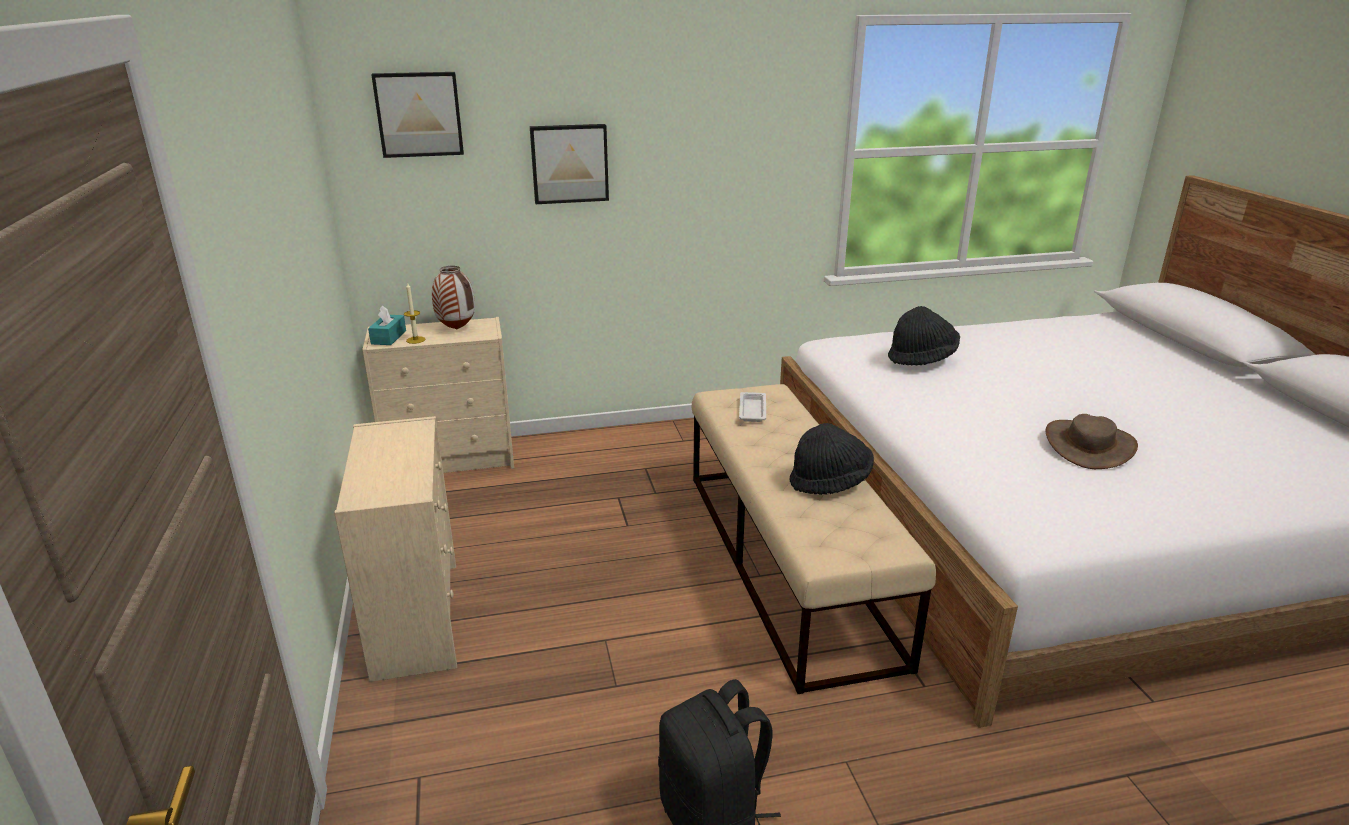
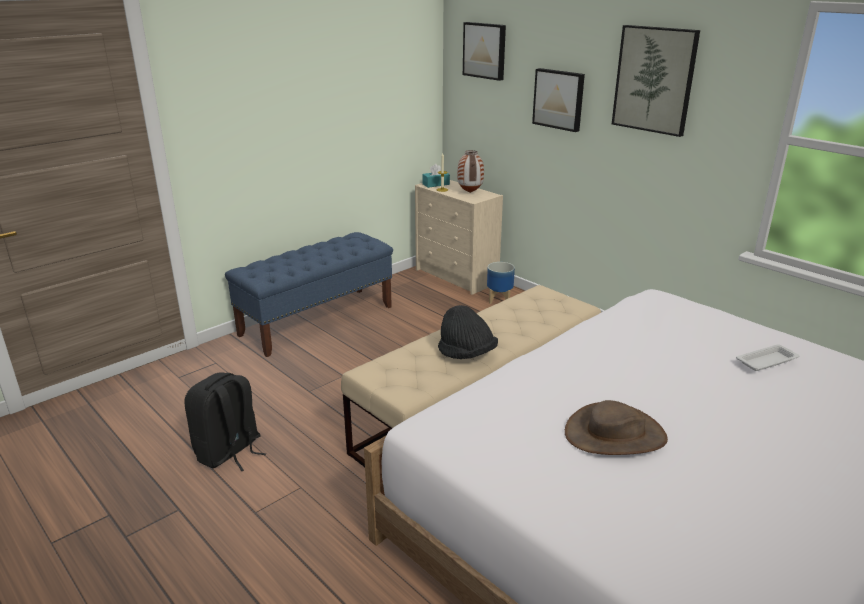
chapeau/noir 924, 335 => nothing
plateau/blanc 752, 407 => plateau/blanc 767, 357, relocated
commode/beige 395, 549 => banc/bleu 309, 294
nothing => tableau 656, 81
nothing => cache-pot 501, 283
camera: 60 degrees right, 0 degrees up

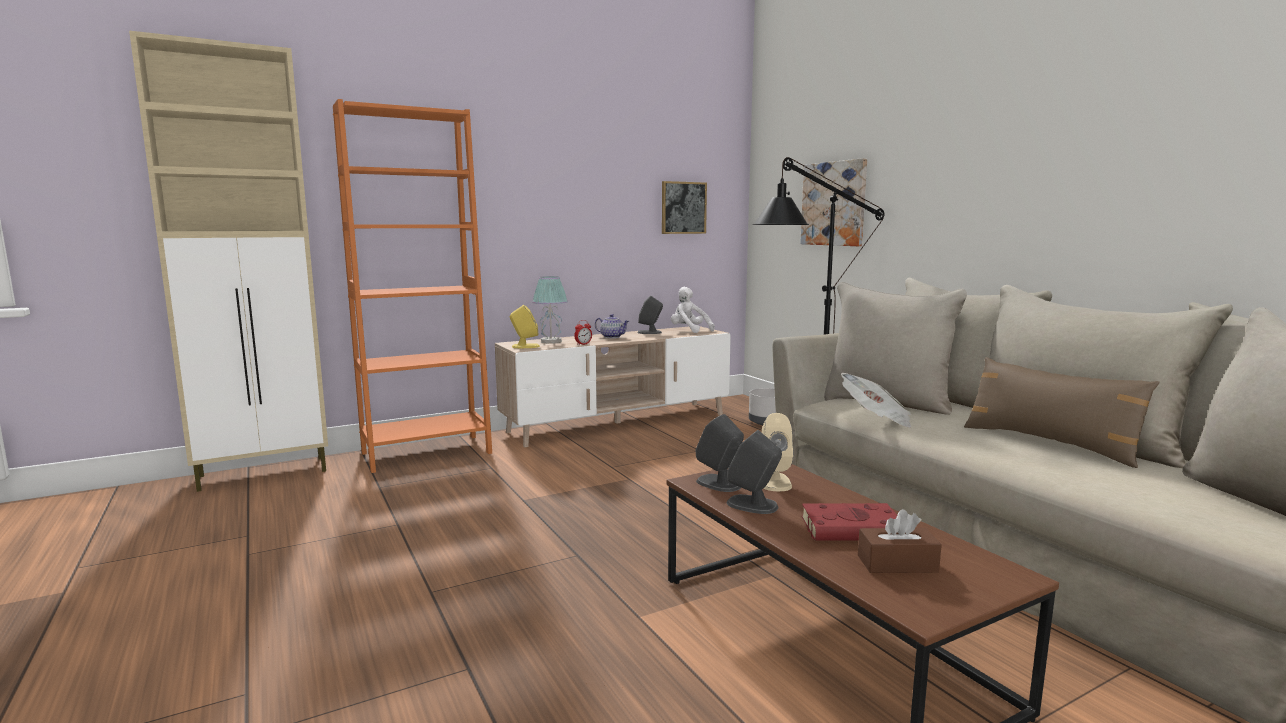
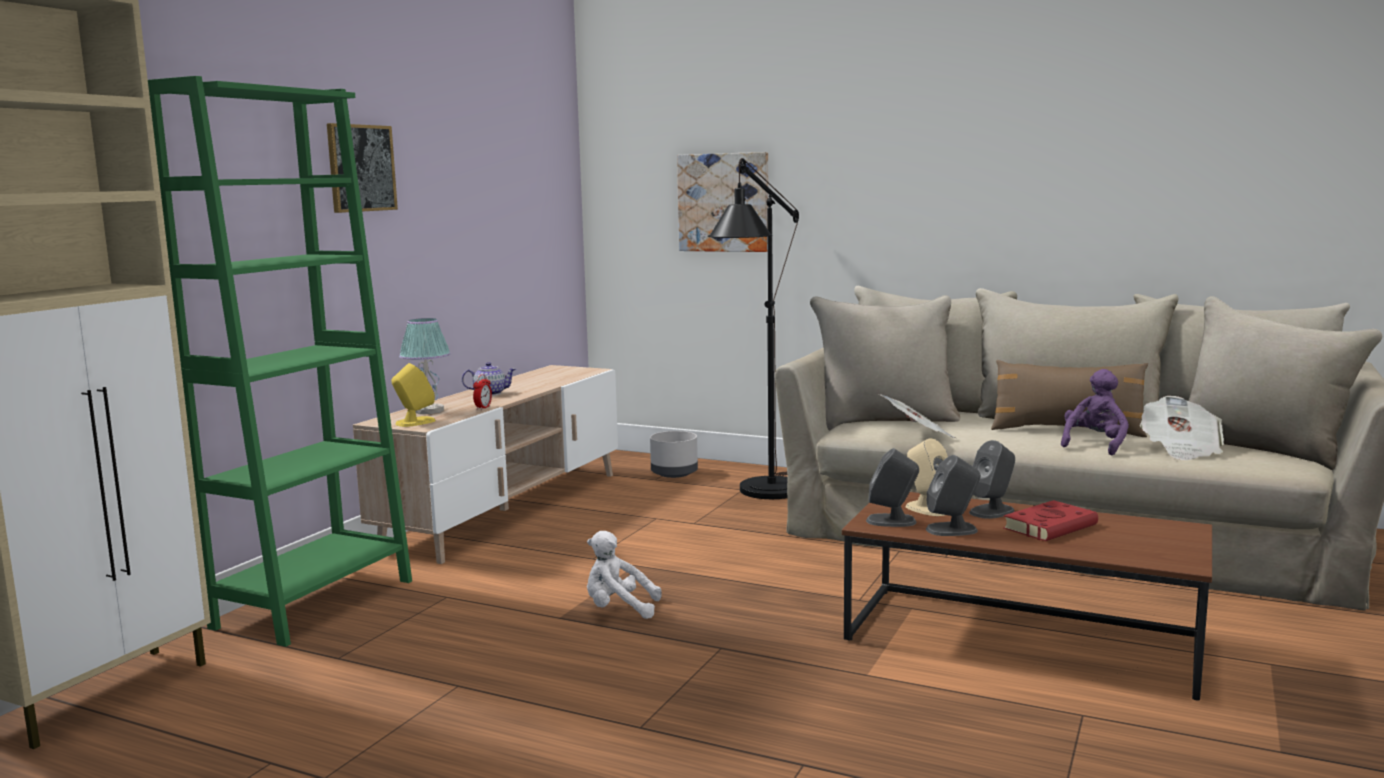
bibliothèque/orange 412, 286 => bibliothèque/vert 280, 361
tableau 684, 207 => tableau 362, 168, relocated
peluche/blanc 693, 310 => peluche/blanc 624, 575, relocated
enceinte/gris 650, 315 => enceinte/gris 992, 479, relocated
boîte à mouchoirs/marron 900, 541 => nothing
nothing => peluche/violet 1095, 412
nothing => journal 1182, 428
camera: 35 degrees left, 0 degrees up

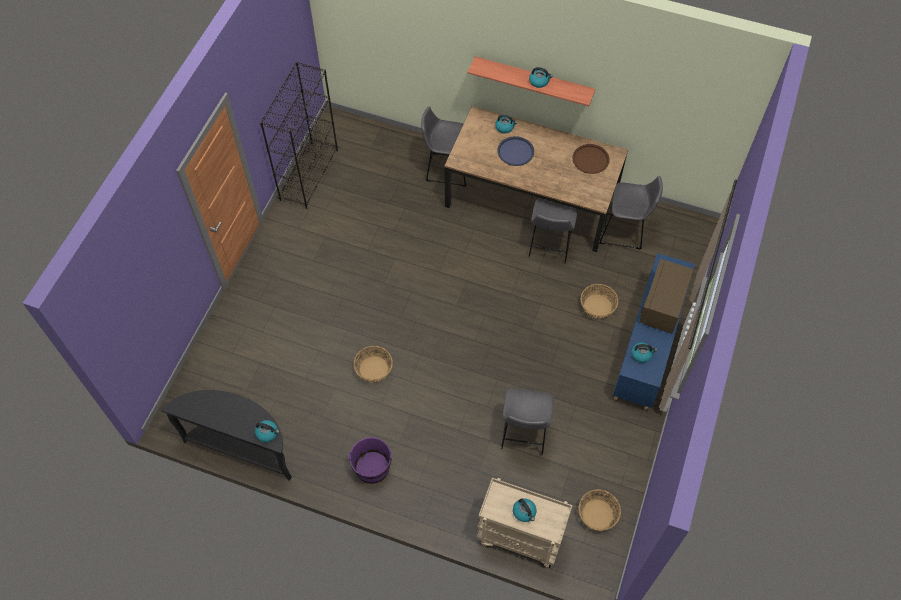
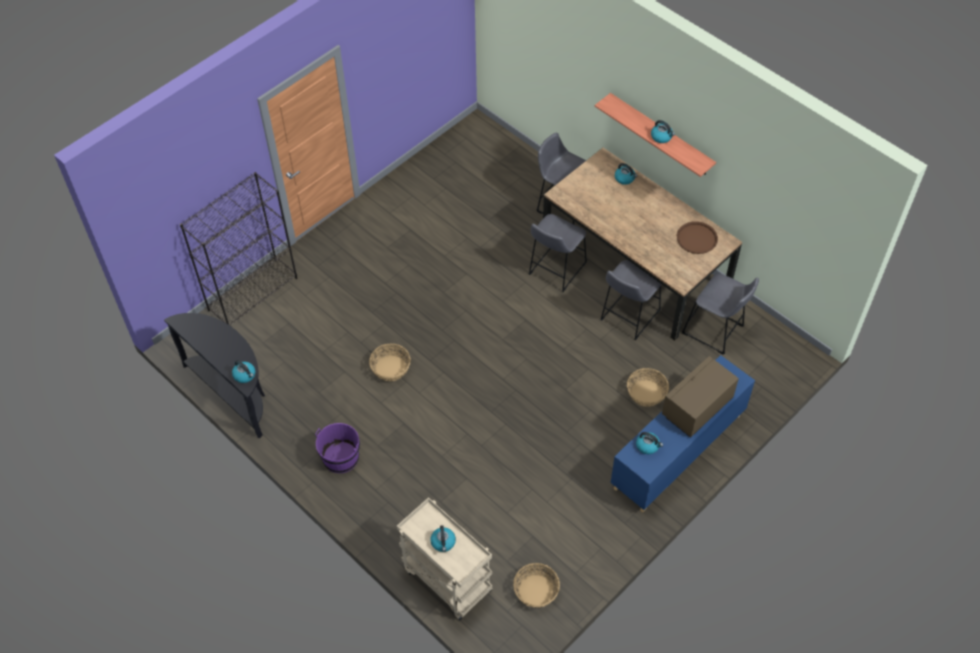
bibliothèque/noir 299, 135 => bibliothèque/noir 238, 248, relocated
plateau/bleu 515, 151 => nothing
tabouret/gris 527, 421 => tabouret/gris 558, 253, relocated
camera: 25 degrees right, 5 degrees down

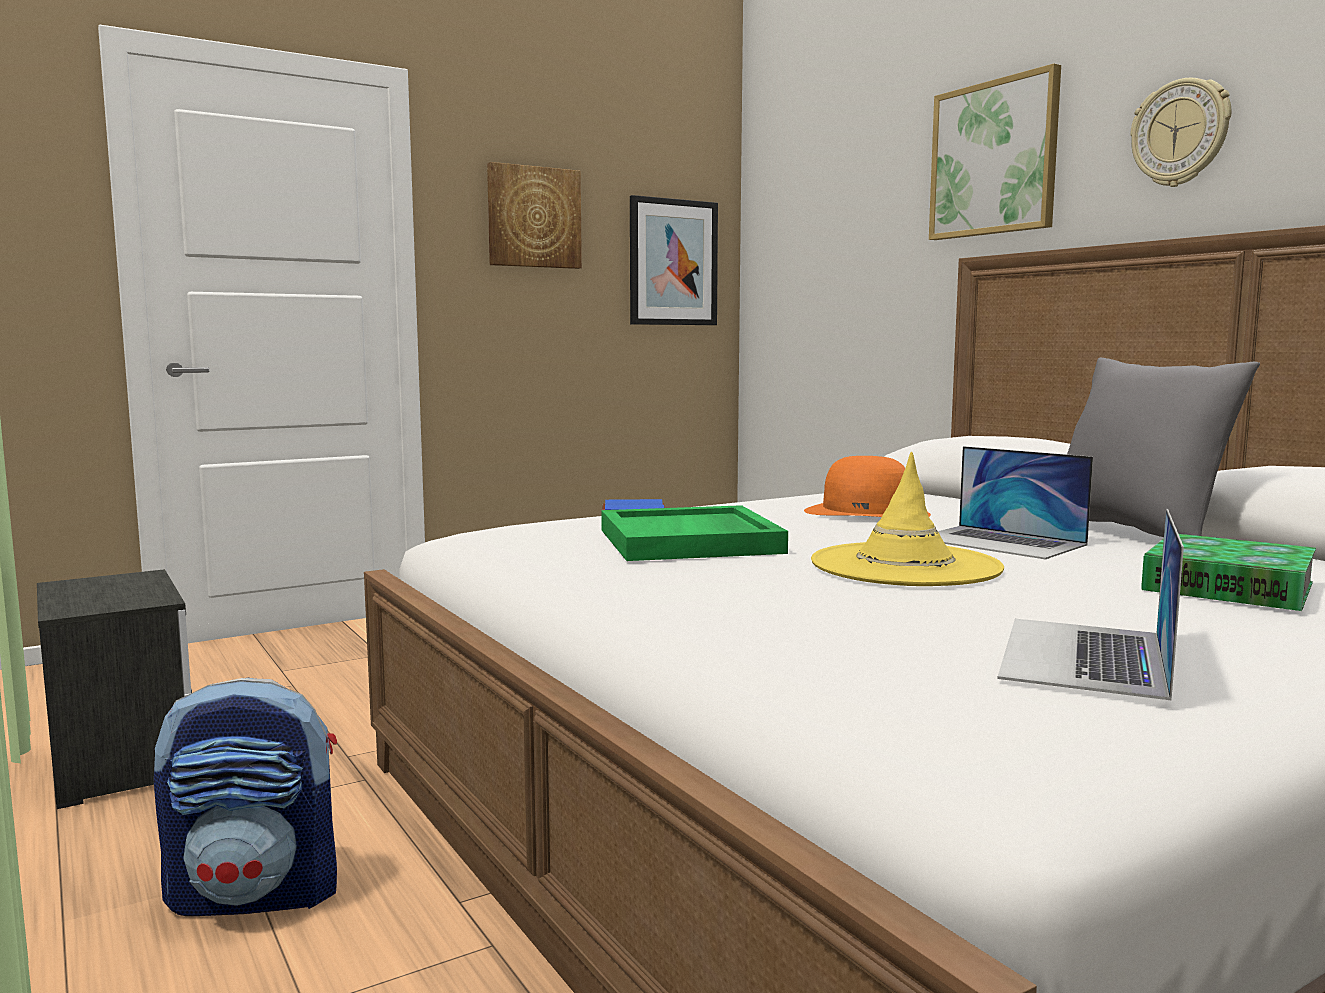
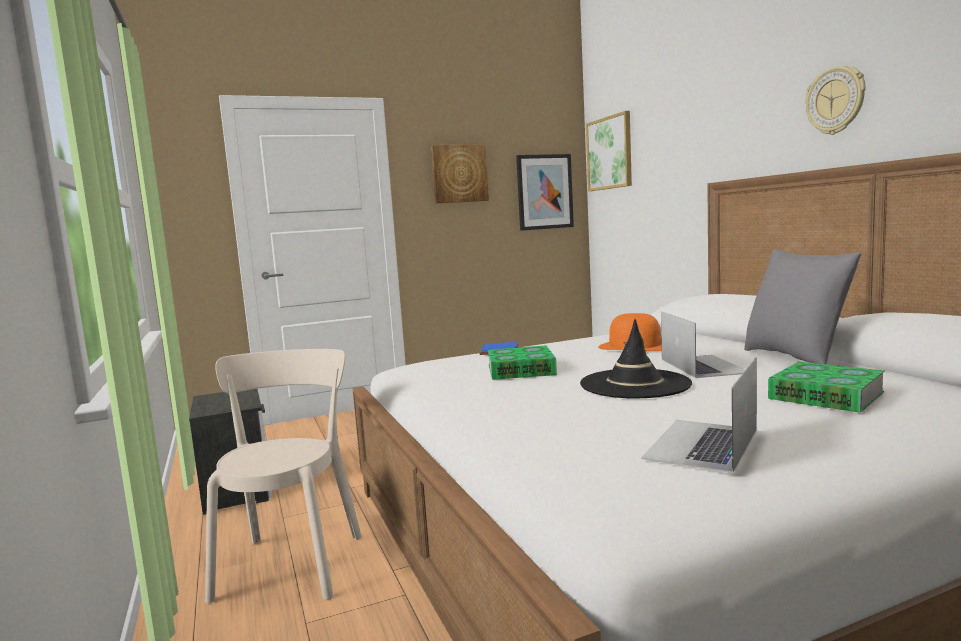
tableau 995, 151 => tableau 609, 151, relocated
ordinateur portable 1015, 502 => ordinateur portable 703, 344, 150 degrees counterclockwise
chapeau/jaune 907, 519 => chapeau/noir 636, 359
plateau/vert 694, 533 => livre 522, 363
sac à dos 245, 797 => chaise/beige 283, 476
camera: 10 degrees right, 0 degrees up

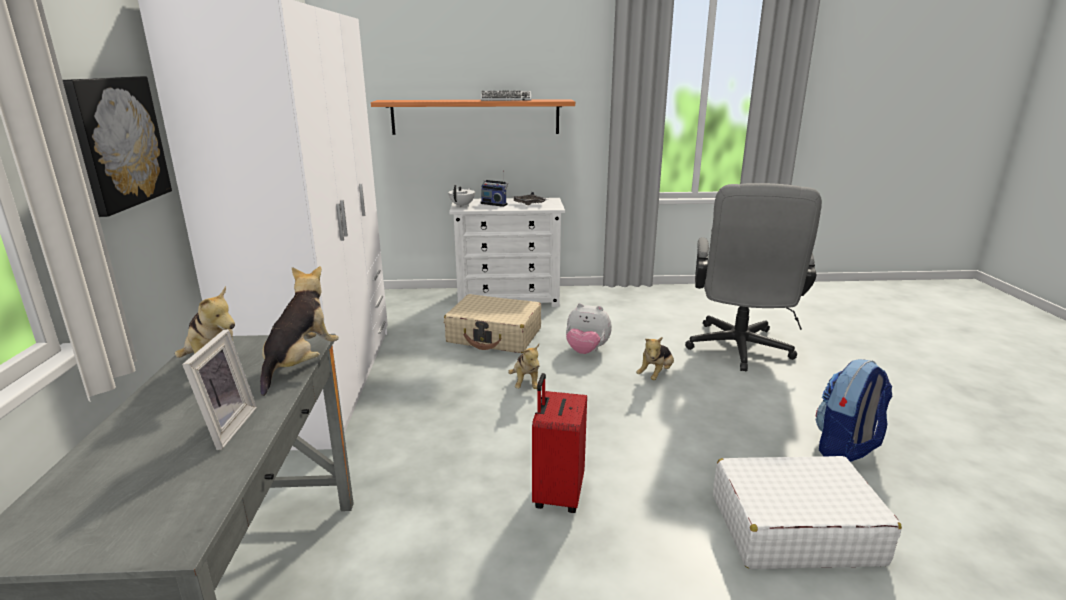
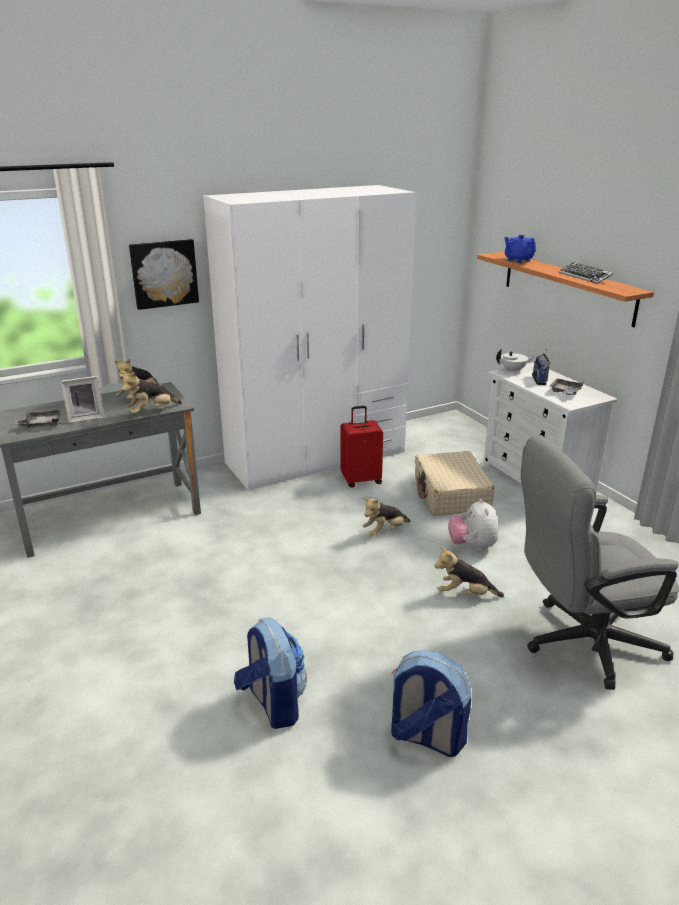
peluche 299, 331 => peluche 151, 393, 150 degrees clockwise
valise/rouge 559, 443 => valise/rouge 361, 447, relocated
valise/blanc 807, 512 => sac à dos 270, 673
nothing => théière/bleu 520, 249
nothing => plateau/gris 37, 418
camera: 65 degrees right, 5 degrees up

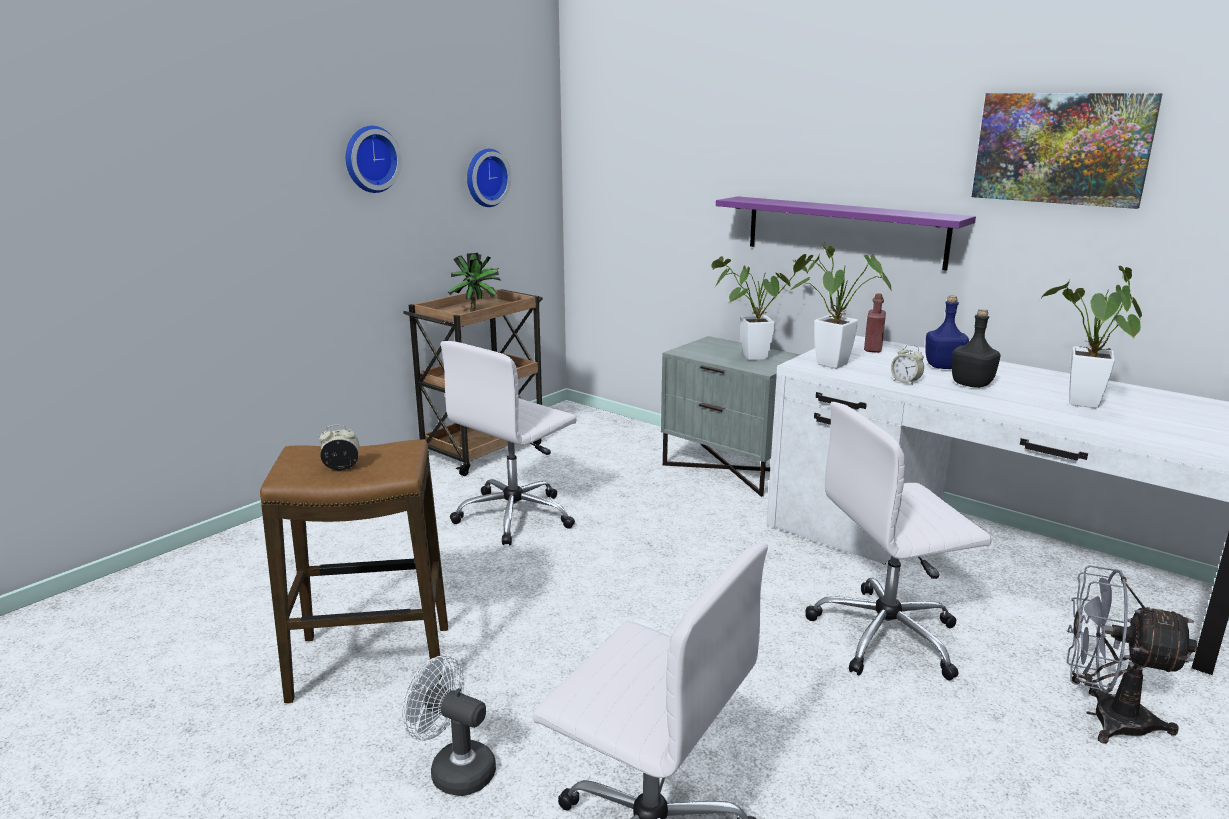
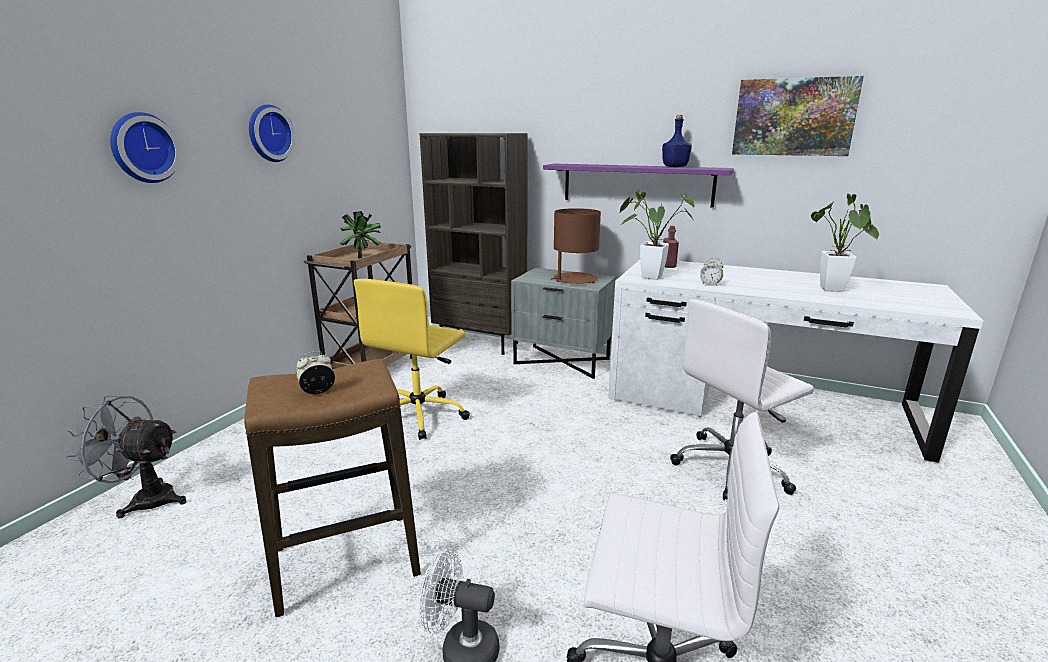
horloge murale 489, 178 => horloge murale 145, 147, relocated
plante en pot 760, 308 => lampe de table/marron 576, 246
bouteille/bleu 947, 332 => bouteille/bleu 677, 141, relocated
bouteille/noir 976, 348 => nothing
chaise de bureau/blanc 508, 443 => chaise de bureau/jaune 412, 359
ventilateur/gris 1132, 654 => ventilateur/gris 126, 457, relocated
nothing => bibliothèque/marron 474, 244
camera: 15 degrees left, 0 degrees up

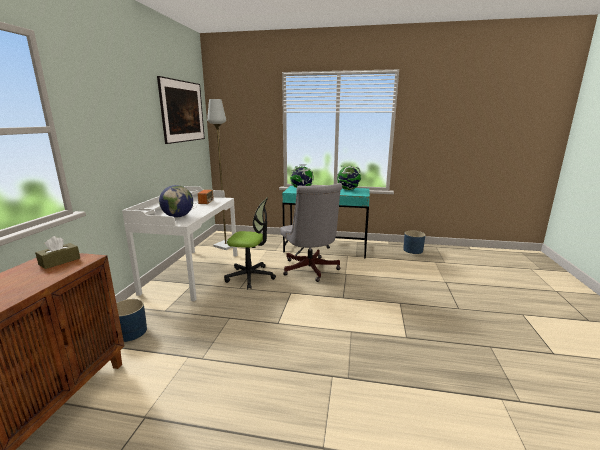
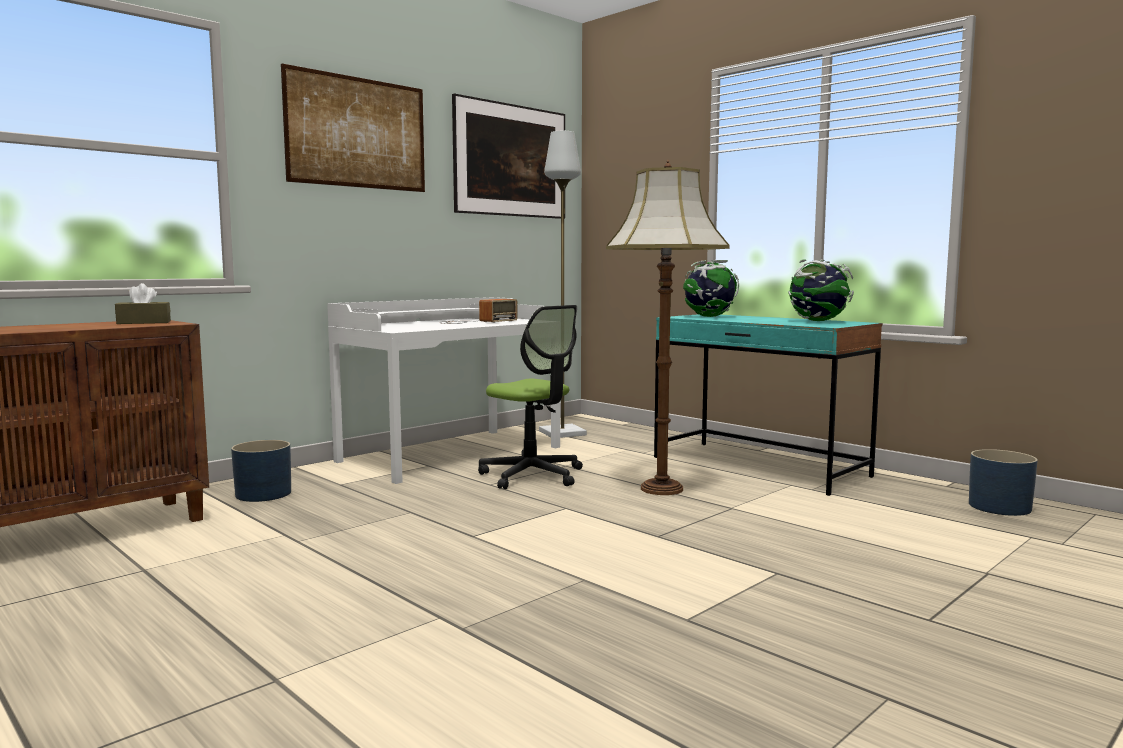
chaise de bureau/gris 311, 232 => lampadaire 668, 327
globe 176, 201 => nothing
nothing => tableau 353, 128
camera: 35 degrees right, 10 degrees down

